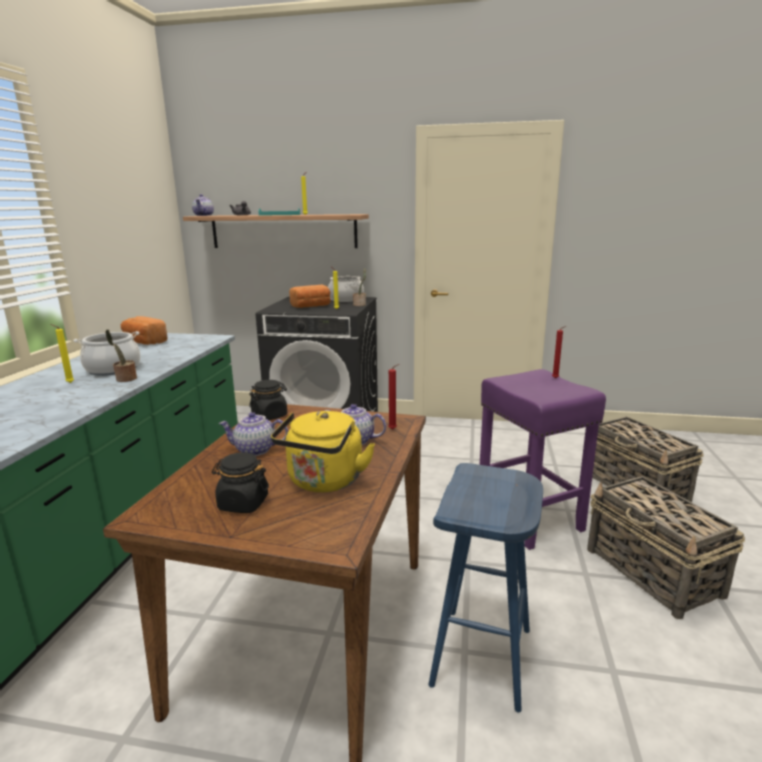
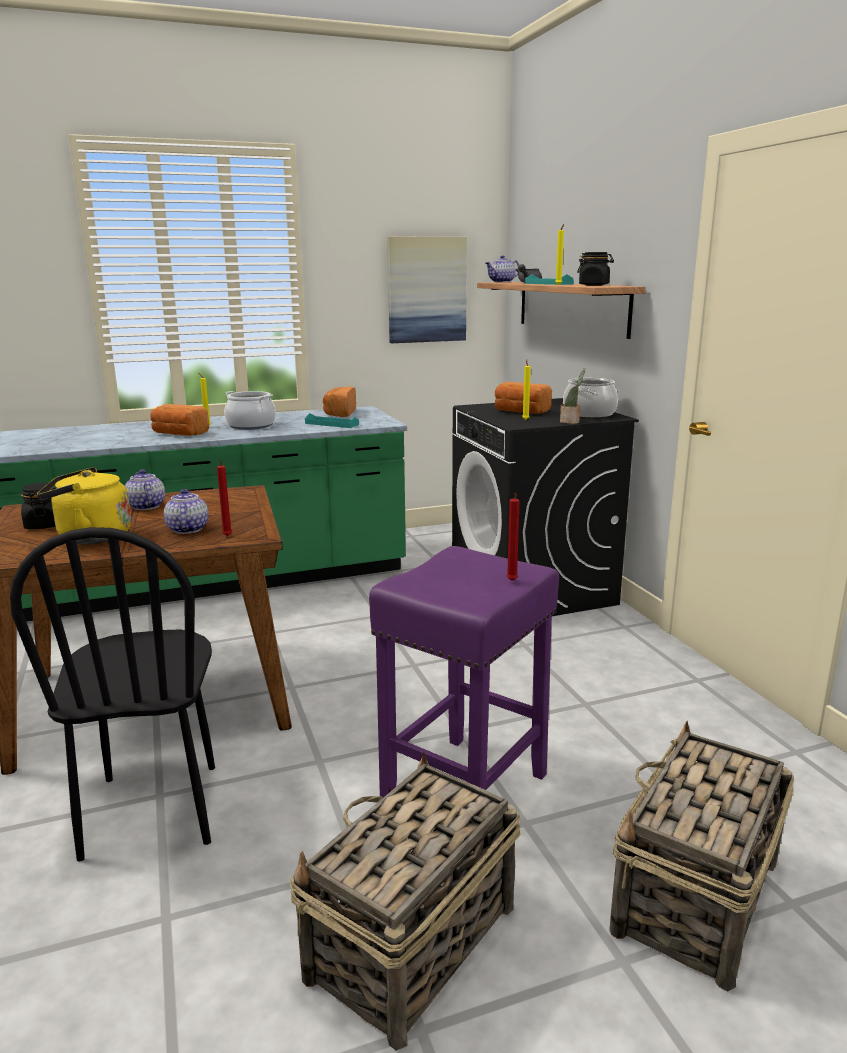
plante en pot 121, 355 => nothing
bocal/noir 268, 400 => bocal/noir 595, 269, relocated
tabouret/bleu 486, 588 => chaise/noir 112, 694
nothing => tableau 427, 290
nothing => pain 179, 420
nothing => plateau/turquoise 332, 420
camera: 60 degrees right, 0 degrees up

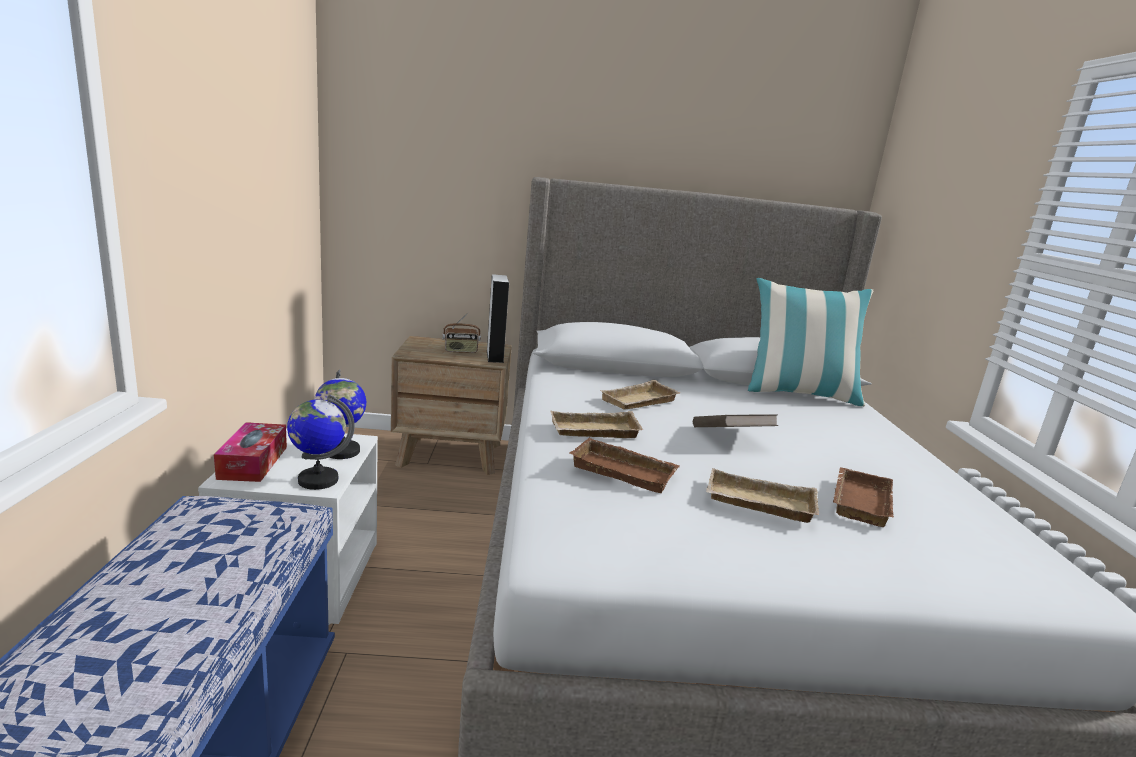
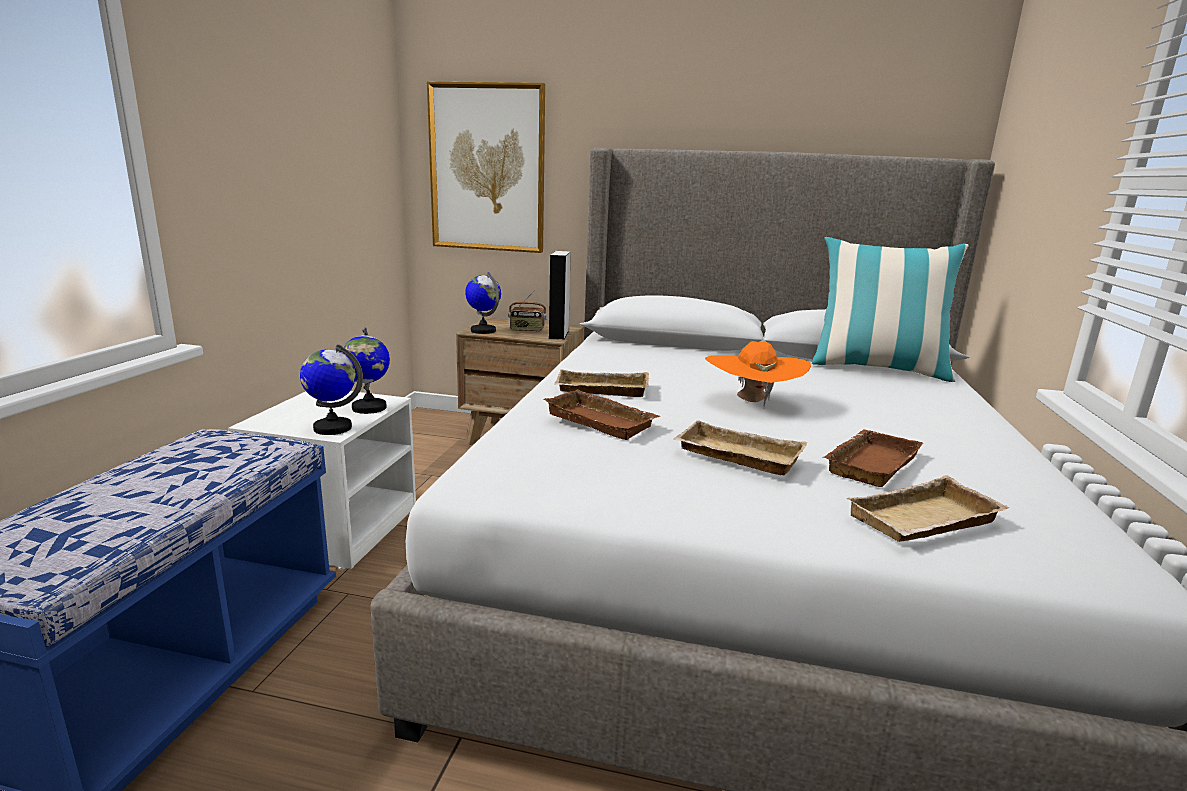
plateau/beige 640, 395 => plateau/beige 928, 508, relocated
livre/marron 735, 420 => chapeau/orange 758, 374
boîte à mouchoirs 250, 452 => nothing
nothing => tableau 486, 167
nothing => globe 483, 303
camera: 15 degrees right, 0 degrees up

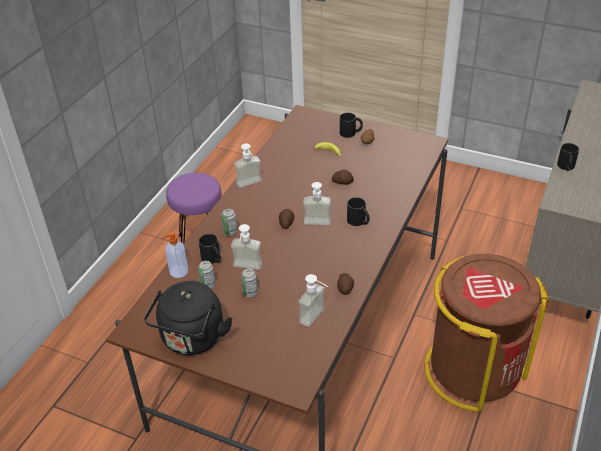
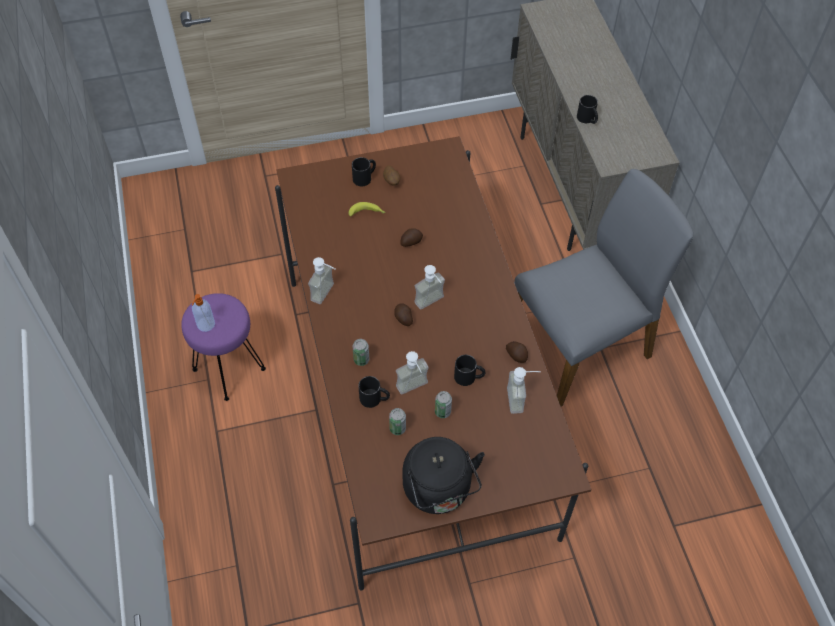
mug/noir 358, 211 => mug/noir 469, 370, relocated
distributeur de savon 174, 254 => distributeur de savon 203, 313, relocated
poubelle/marron 487, 333 => chaise/gris 603, 288
camera: 40 degrees left, 15 degrees up

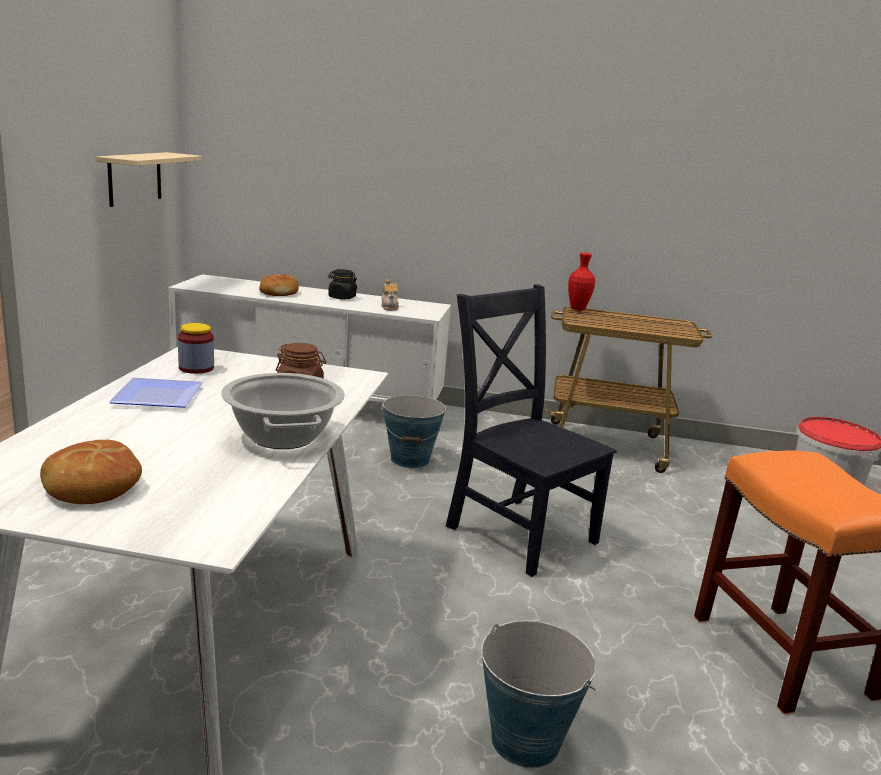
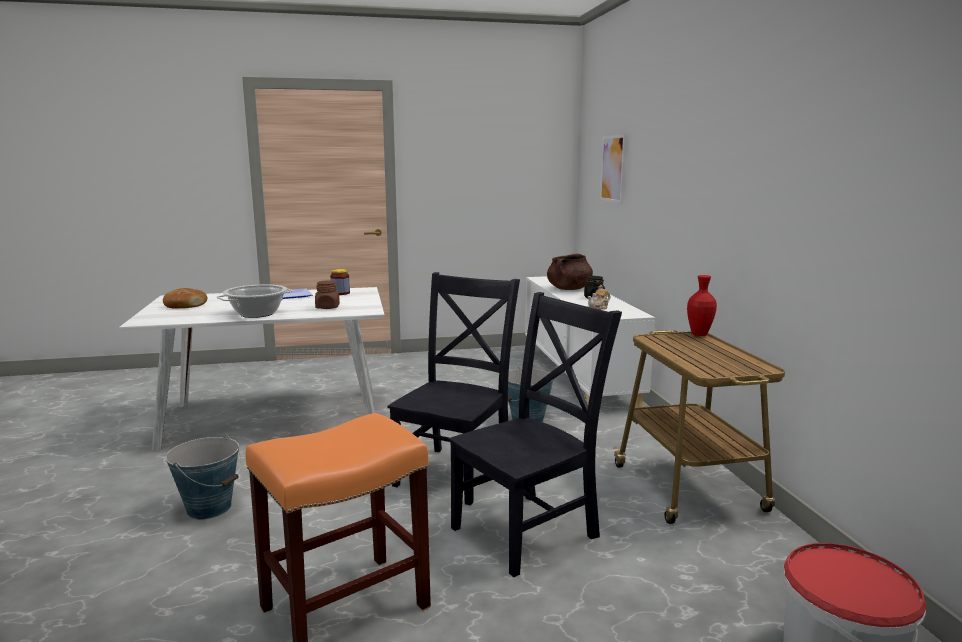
étagère/beige 149, 179 => nothing
pain 279, 285 => marmite/marron 570, 272
nothing => tableau 613, 168
nothing => chaise/noir 535, 434
camera: 70 degrees right, 5 degrees down

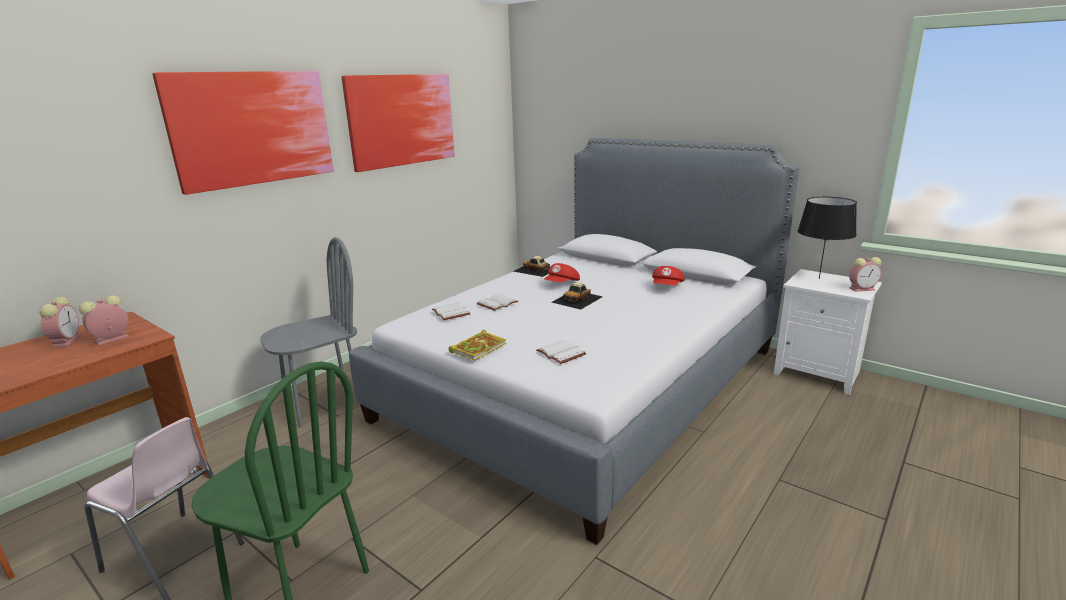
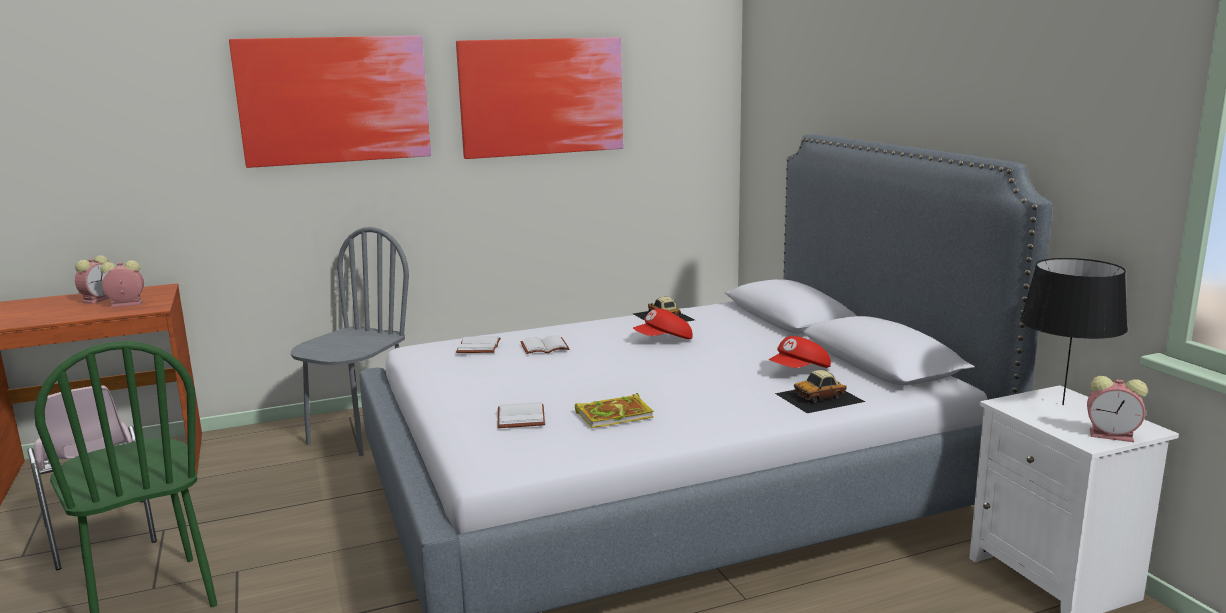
chaise/gris 308, 332 => chaise/gris 350, 341, 60 degrees counterclockwise
petite voiture 577, 296 => petite voiture 820, 391, relocated
livre 477, 345 => livre 614, 410, relocated
camera: 30 degrees right, 5 degrees down

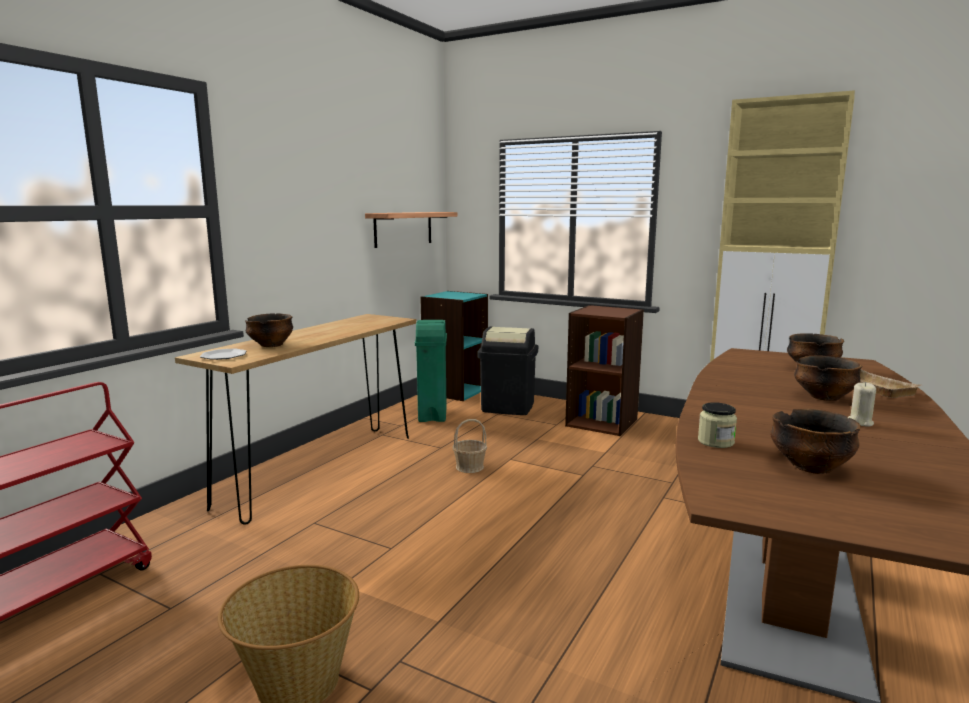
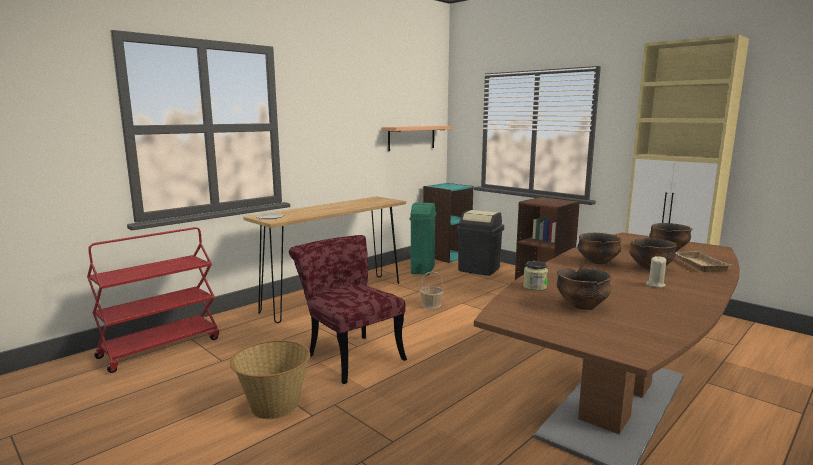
bol 269, 330 => bol 600, 248, relocated
nothing => chaise/rouge 348, 309
camera: 15 degrees right, 0 degrees up

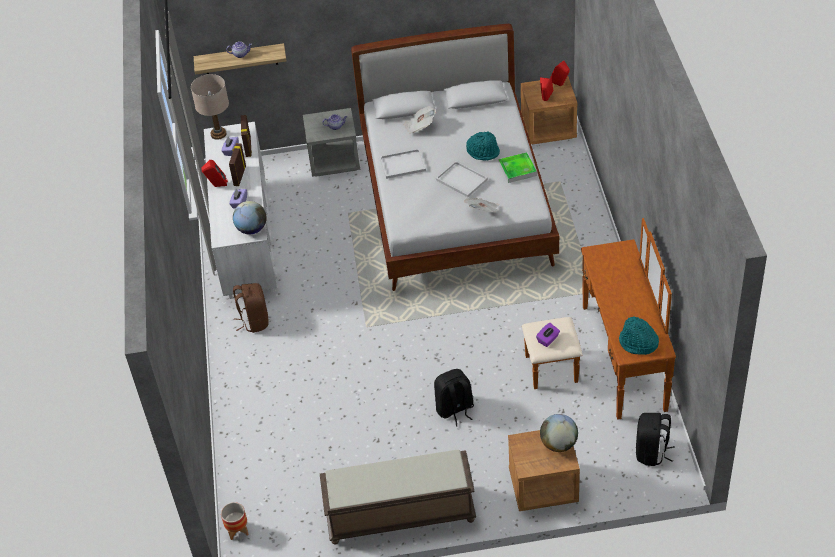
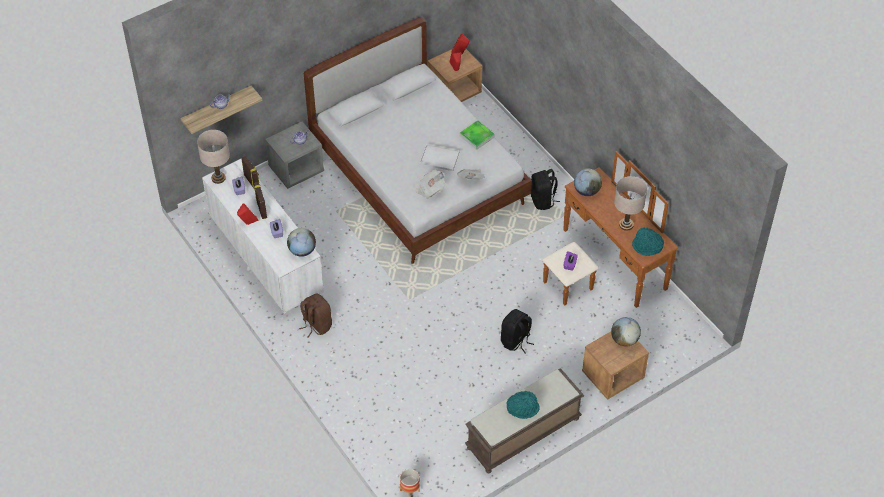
journal 419, 120 => journal 430, 184, relocated
chapeau/turquoise 483, 146 => chapeau/turquoise 523, 405, relocated
plateau/blanc 403, 164 => nothing
sac à dos/noir 655, 439 => sac à dos/noir 545, 189, relocated
nothing => globe 588, 182
nothing => lampe de table/beige 630, 203
camera: 30 degrees left, 5 degrees up

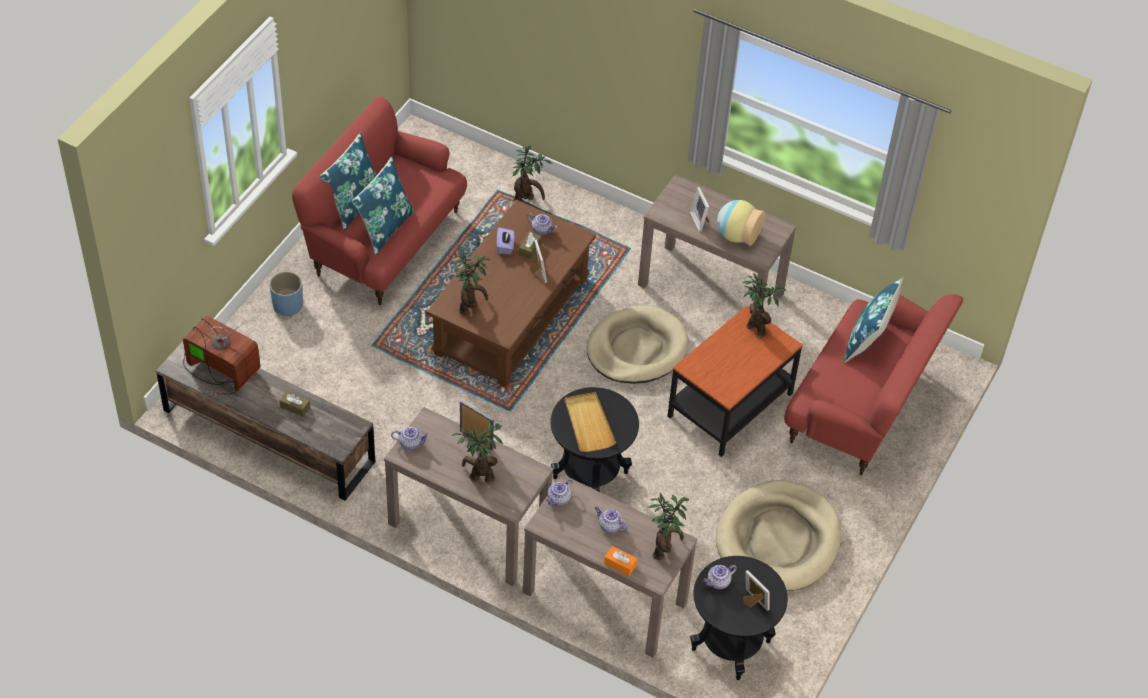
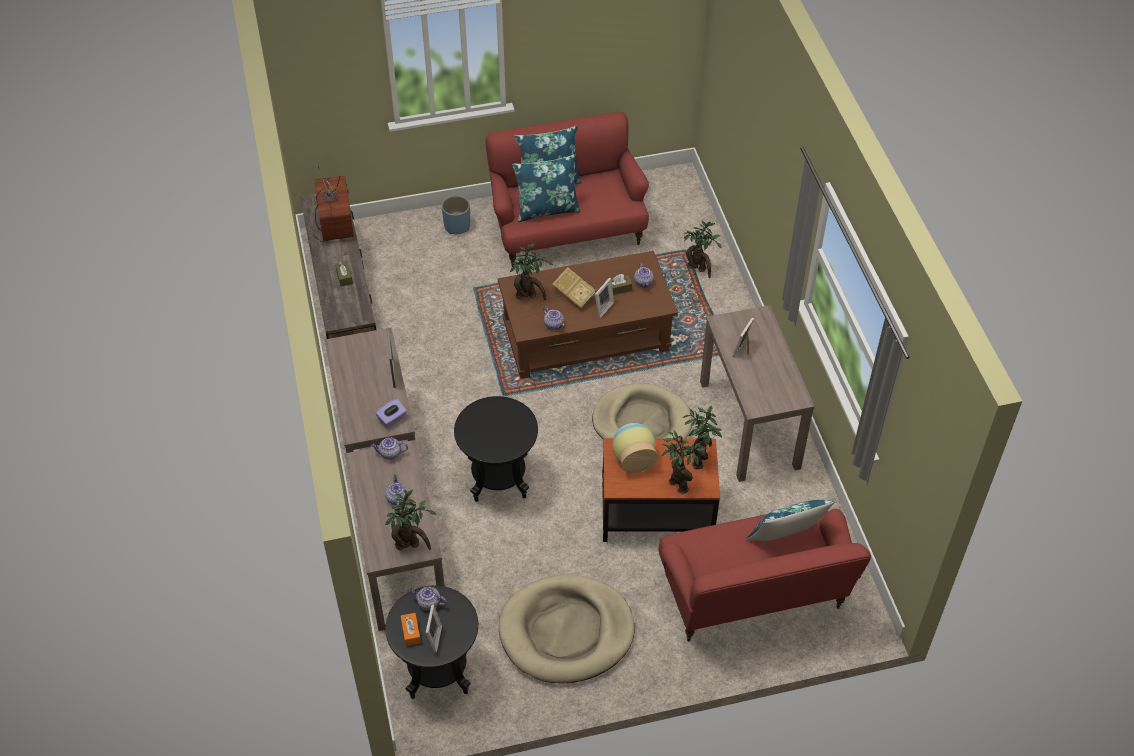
vase 741, 223 => vase 635, 448, relocated
boîte à mouchoirs/violet 505, 241 => boîte à mouchoirs/violet 391, 413, relocated
plateau/beige 590, 422 => nothing
plante en pot 477, 453 => plante en pot 684, 462, relocated
théière 410, 438 => théière 553, 318, relocated
boîte à mouchoirs/orange 620, 561 => boîte à mouchoirs/orange 411, 629, relocated
nothing => livre 574, 287
camera: 50 degrees right, 0 degrees up

